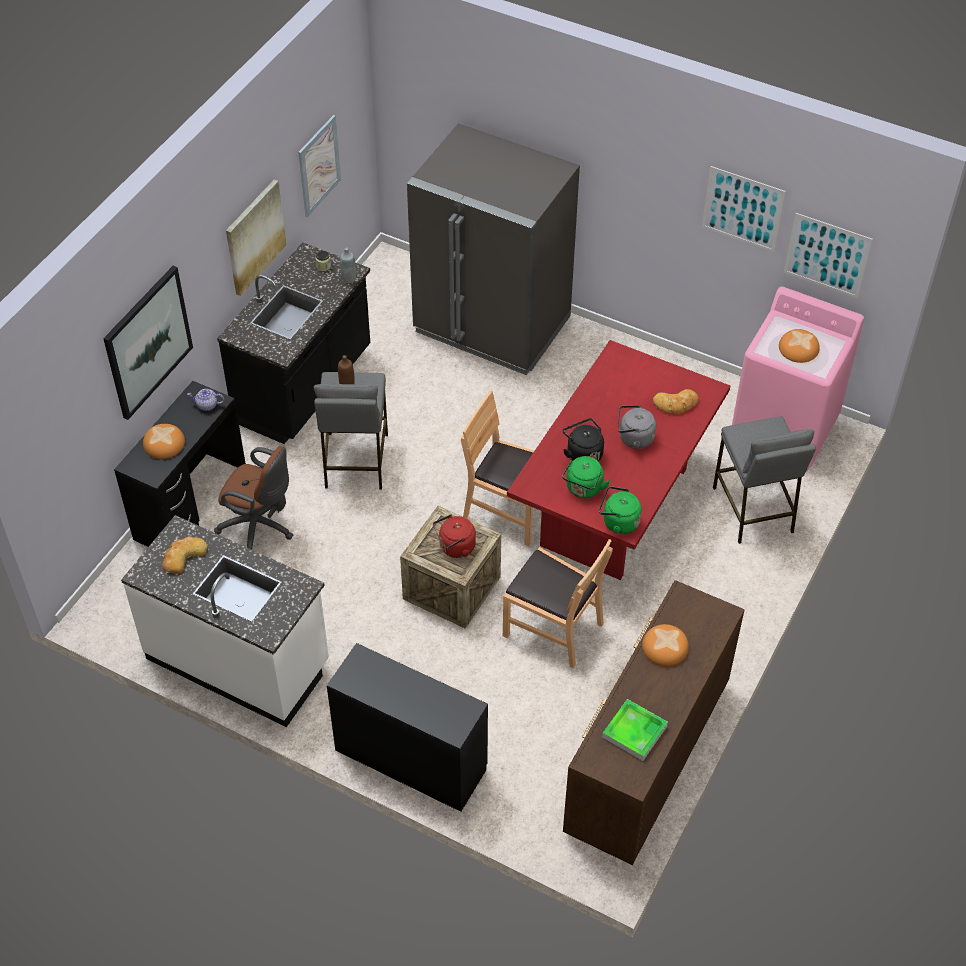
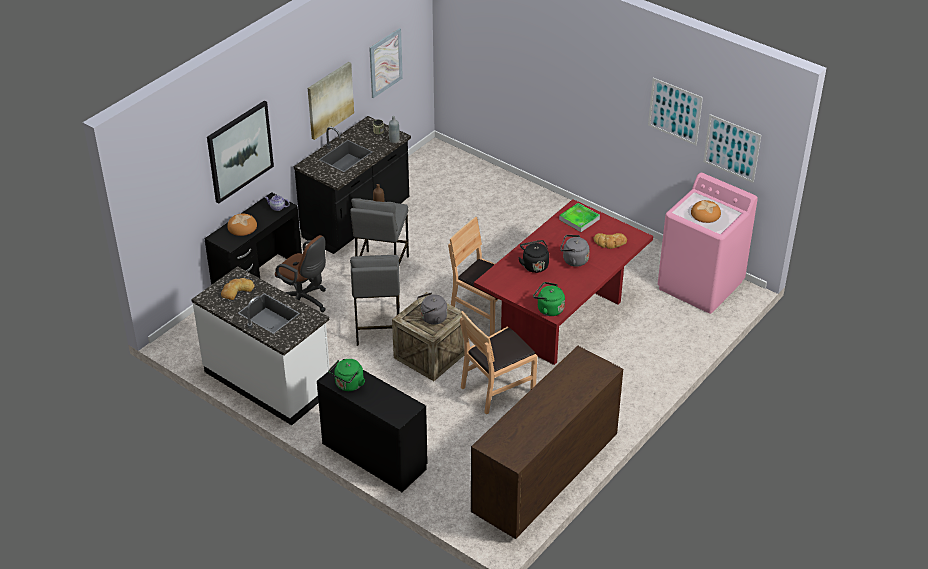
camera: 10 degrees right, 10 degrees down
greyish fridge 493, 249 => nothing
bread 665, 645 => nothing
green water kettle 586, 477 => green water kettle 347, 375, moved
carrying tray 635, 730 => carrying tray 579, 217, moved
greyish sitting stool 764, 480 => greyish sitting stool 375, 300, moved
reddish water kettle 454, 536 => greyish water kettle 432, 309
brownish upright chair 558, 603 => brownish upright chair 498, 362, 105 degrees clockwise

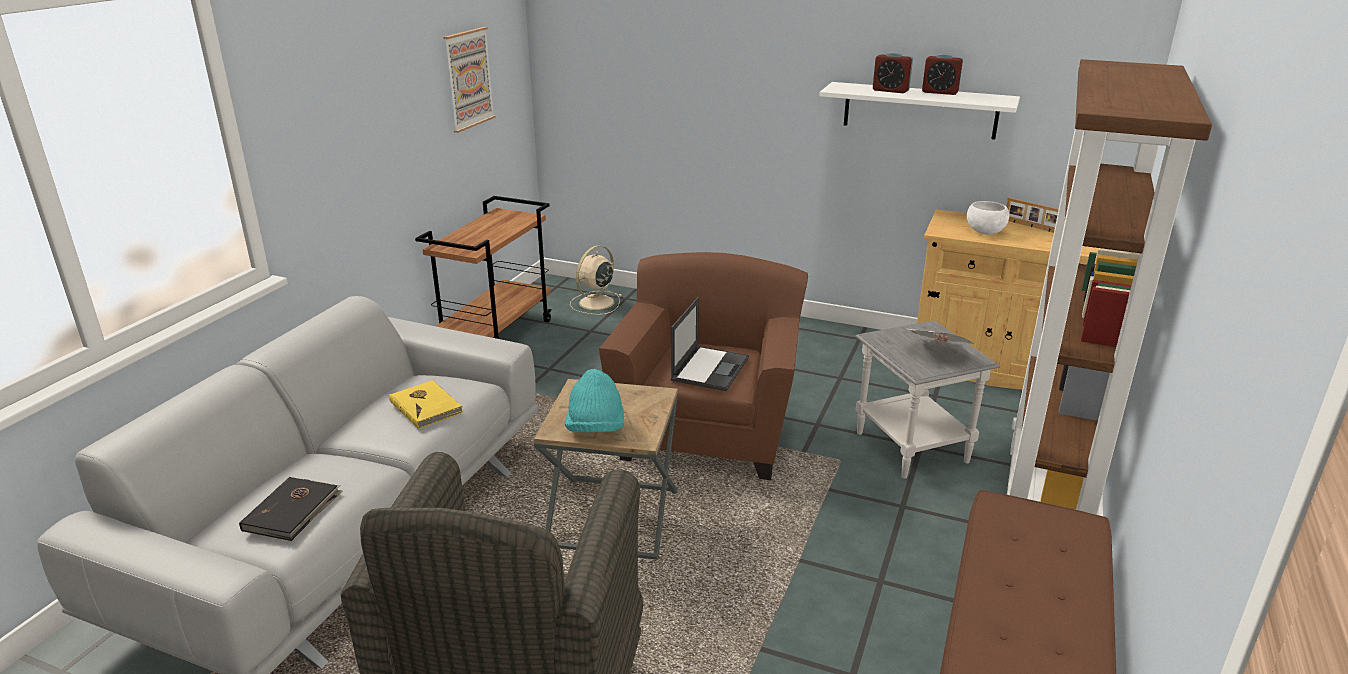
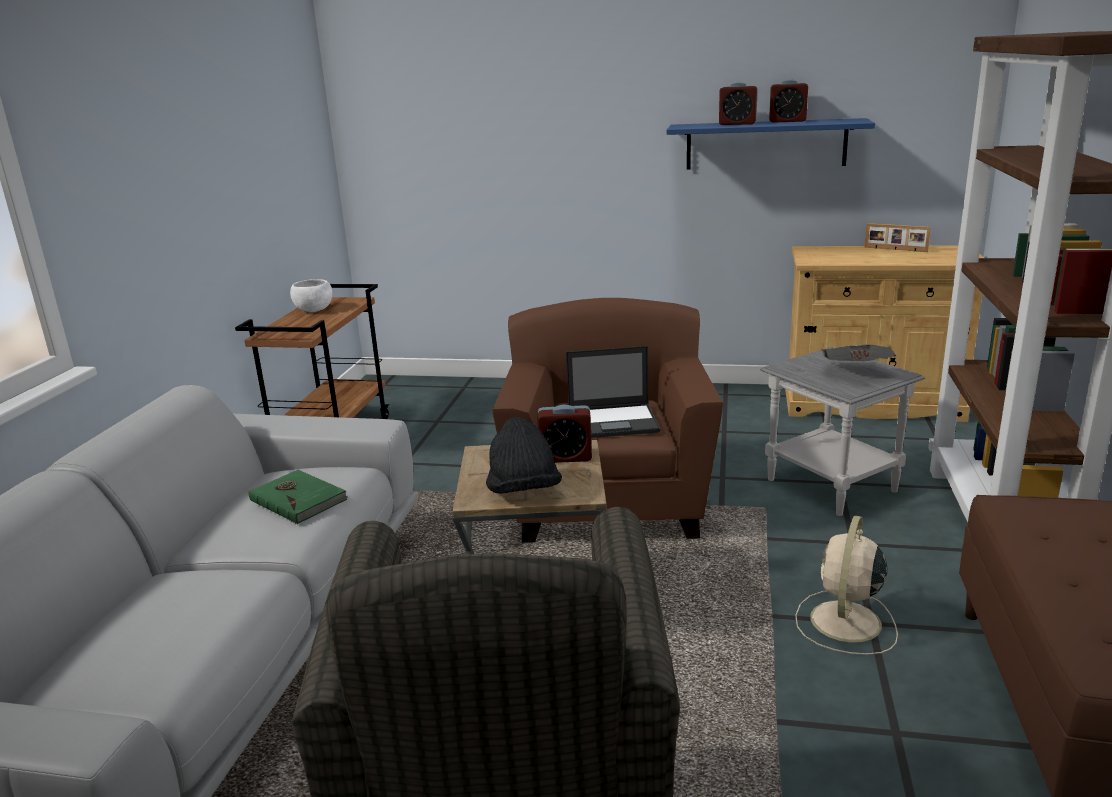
camera: 10 degrees left, 5 degrees down
black-coloured bound book 291, 509 => nothing
wall art 469, 80 => nothing
nothing => table clock 565, 434
beige-coloured electric fan 596, 280 => beige-coloured electric fan 846, 585, moved
white-coloured bowl 988, 218 => white-coloured bowl 311, 295, moved
yellow bound book 426, 404 => green bound book 298, 497
turquoise wearable hat 595, 400 => black-coloured wearable hat 524, 455
white-coloured shelf 919, 111 => blue shelf 771, 144
notebook computer 710, 344 => notebook computer 613, 392, 75 degrees clockwise

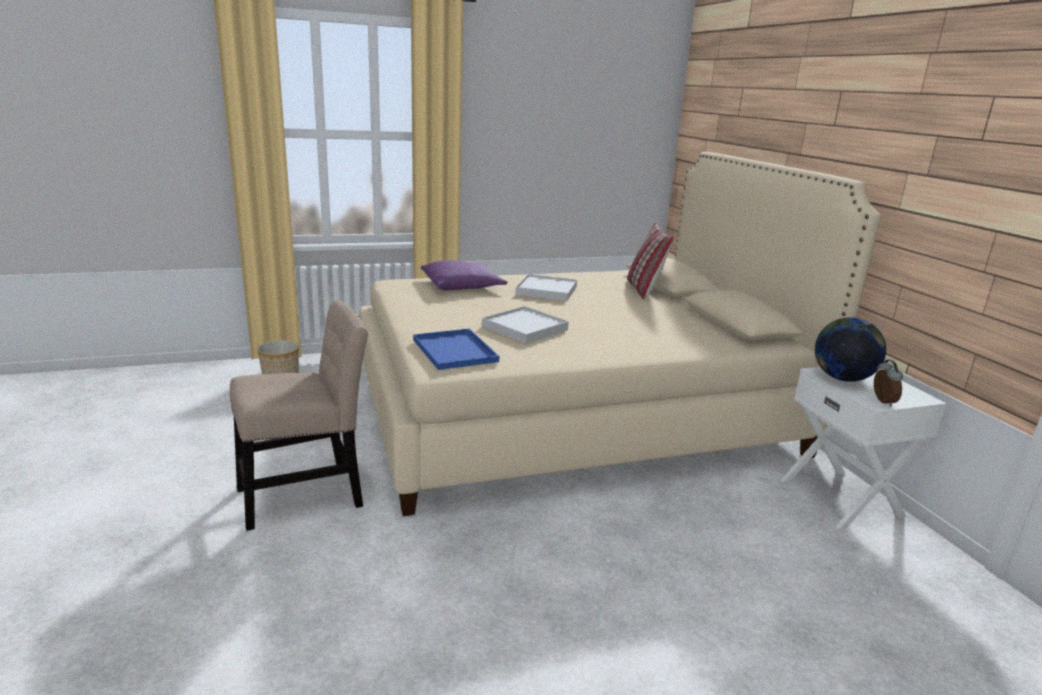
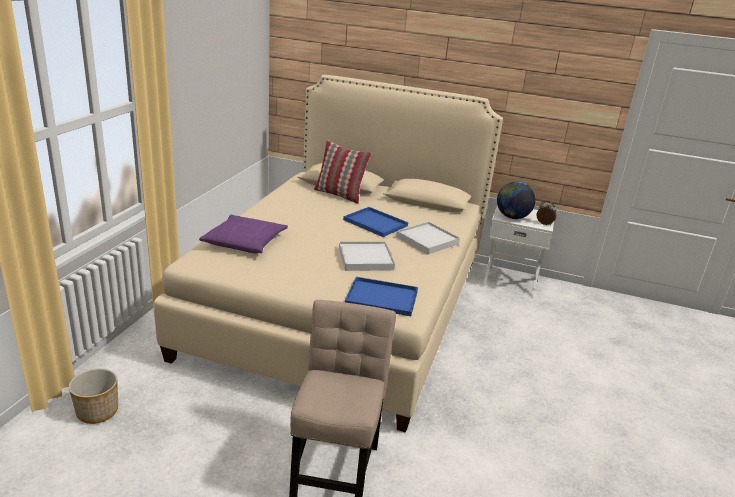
camera: 55 degrees left, 5 degrees up
nothing => blue carrying tray 375, 222
white-coloured carrying tray 546, 287 => white-coloured carrying tray 428, 238, moved

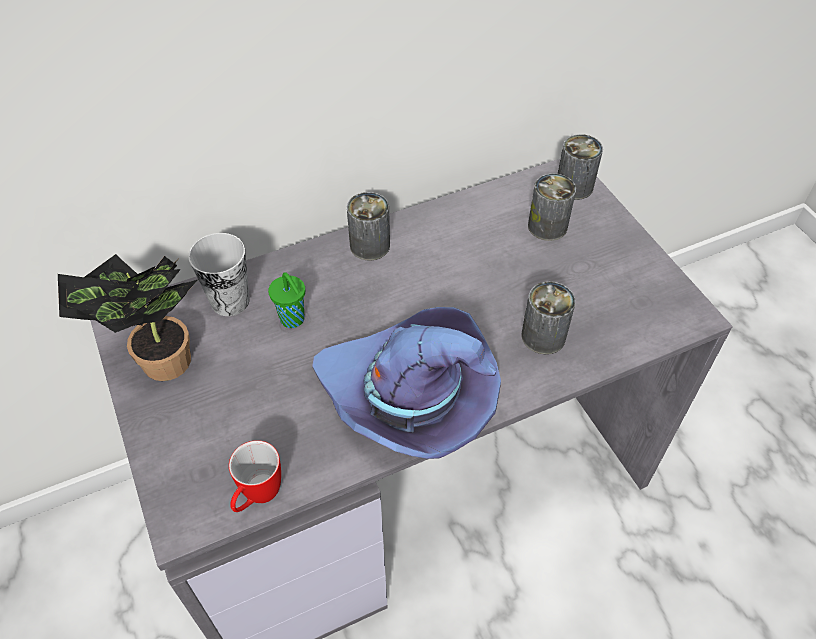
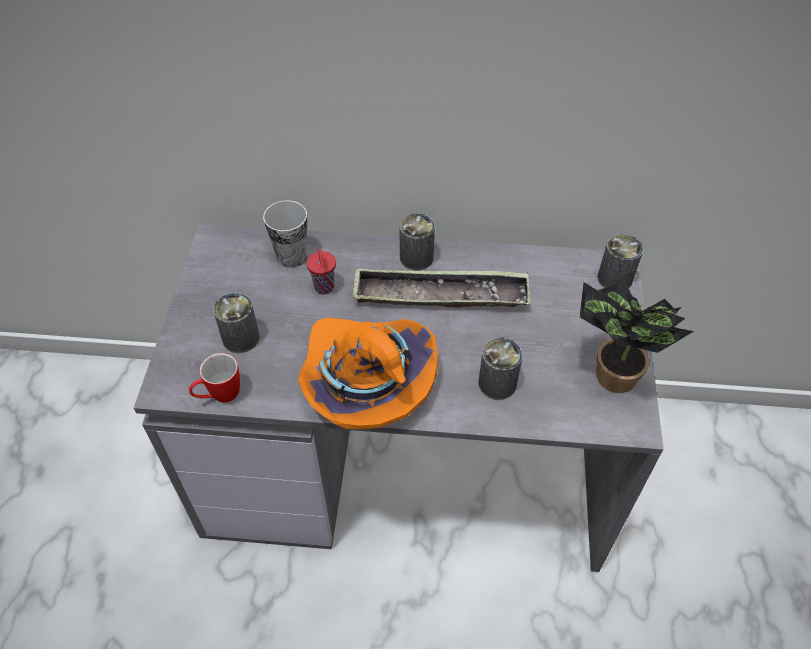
camera: 30 degrees right, 0 degrees up
nothing => carrying tray 441, 287
potted plant 127, 317 => potted plant 637, 337, moved
can 552, 207 => can 236, 323, moved
green cup 286, 300 => reddish cup 321, 271
purple-coloured wearable hat 406, 383 => orange-coloured wearable hat 368, 373

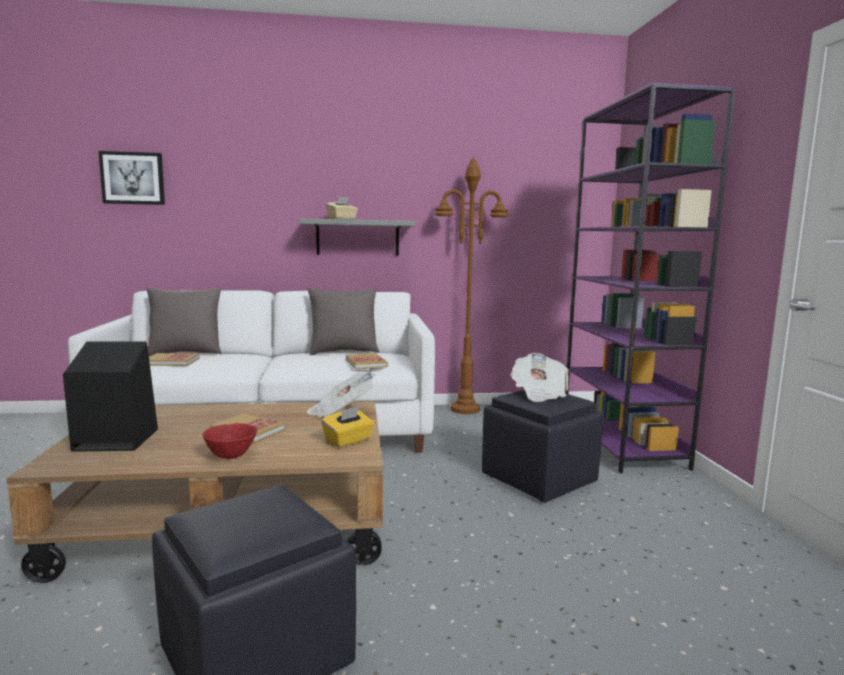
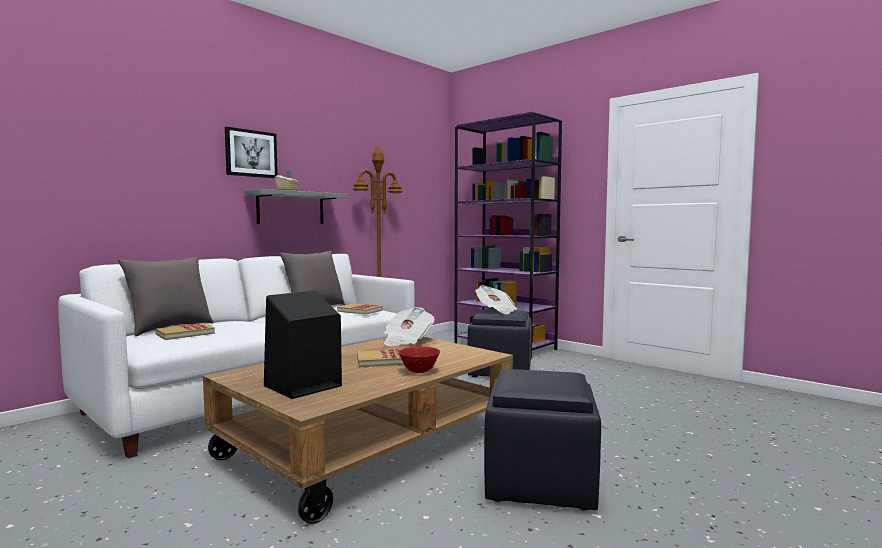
camera: 40 degrees left, 5 degrees down
yellow tissue holder 347, 427 => nothing
wall art 131, 178 => wall art 251, 152, moved

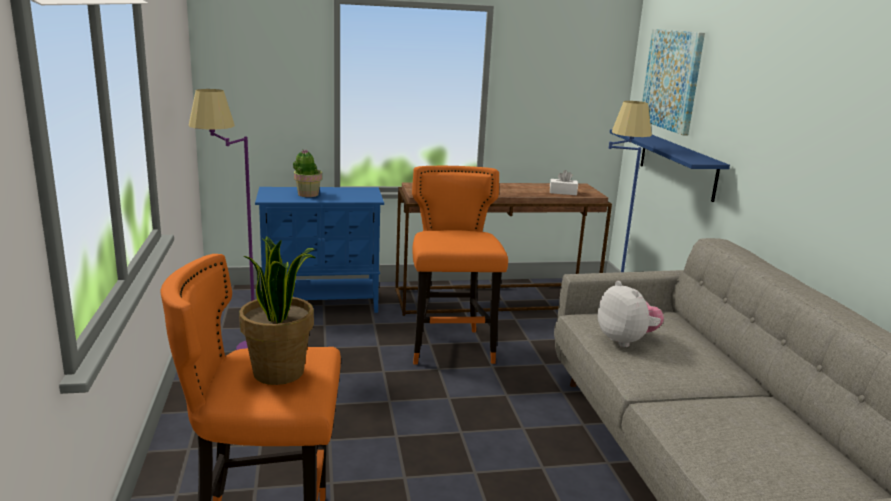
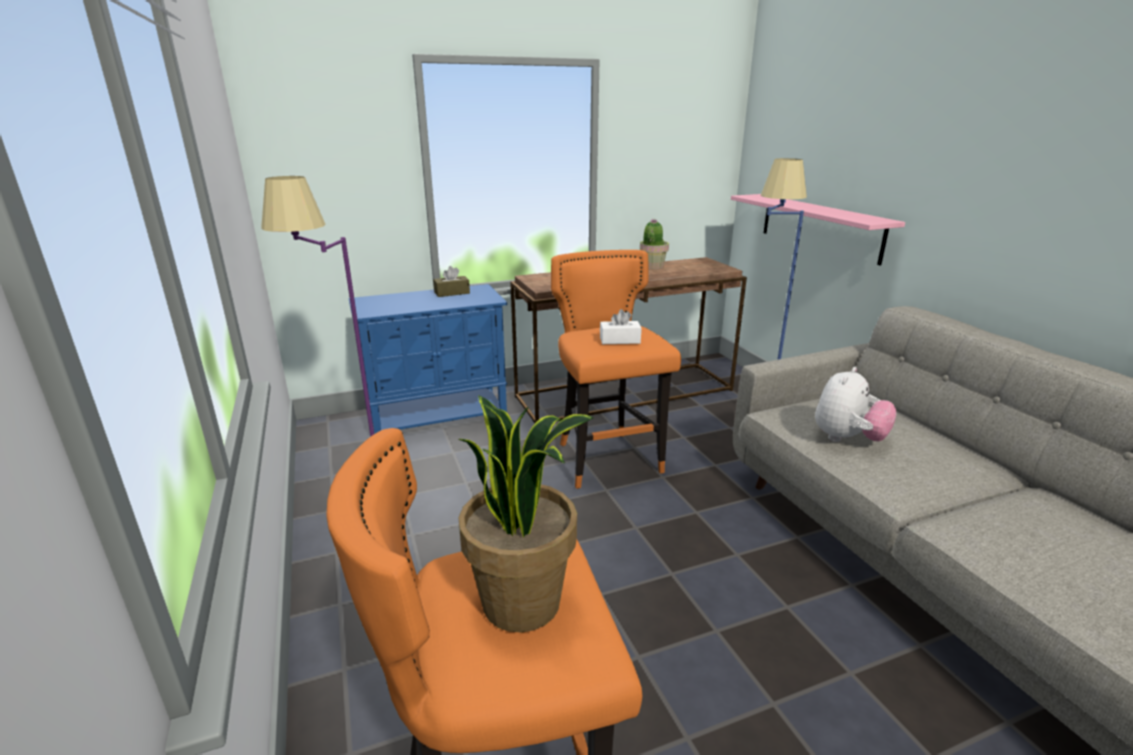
camera: 10 degrees left, 5 degrees up
wall art 673, 82 => nothing
nothing => brownish tissue holder 451, 281
potted plant 307, 173 => potted plant 654, 244, moved
white-coloured tissue holder 564, 182 => white-coloured tissue holder 620, 326, moved
blue shelf 670, 165 => pink shelf 818, 230
soft toy 630, 314 => soft toy 856, 404, 75 degrees clockwise

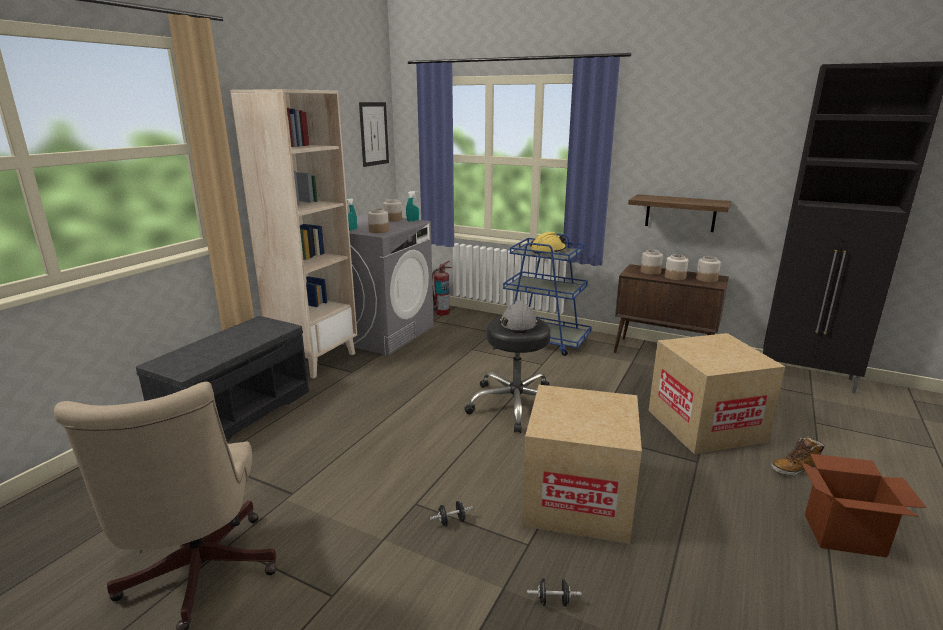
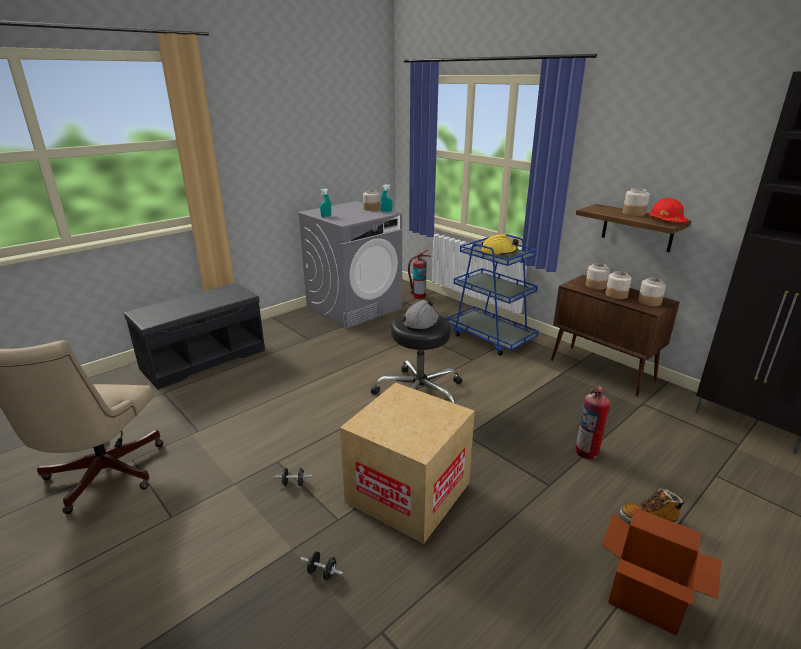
camera: 20 degrees right, 5 degrees up
beige-coloured shelving unit 293, 234 => nothing
wall art 374, 134 => nothing
nothing => reddish safety helmet 668, 210
jar 378, 220 => jar 636, 202, moved
packing box 716, 393 => extinguisher 592, 422

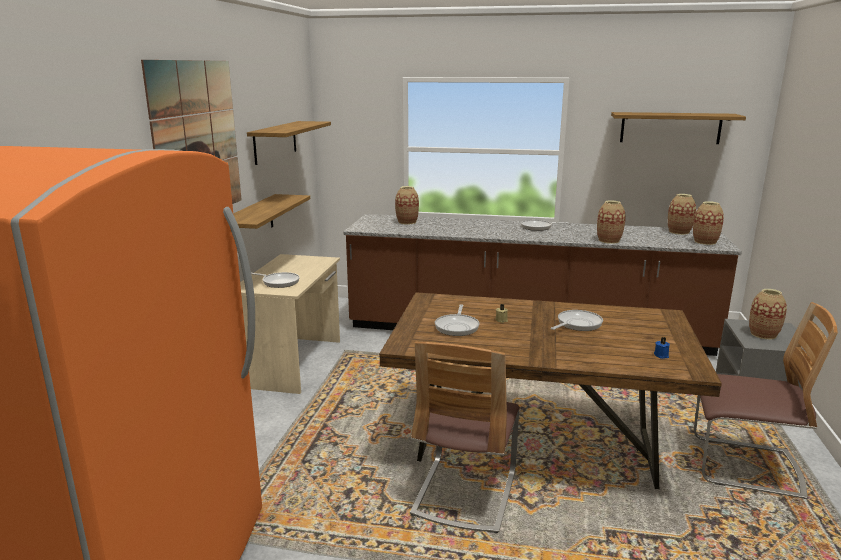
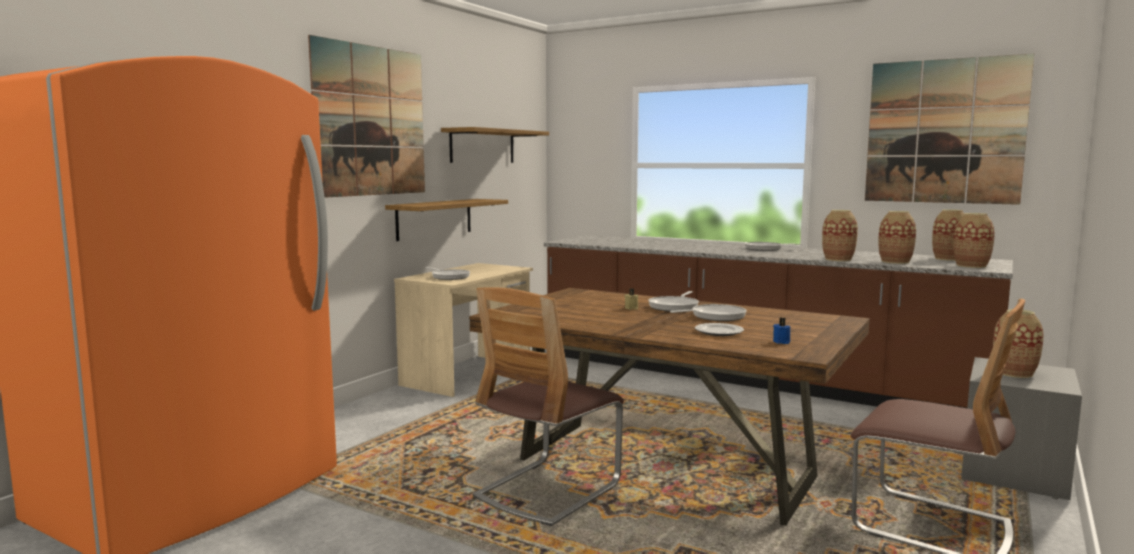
camera: 20 degrees right, 10 degrees down
nothing => dinner plate 719, 329
flower vase 407, 205 => flower vase 897, 237, moved
pan 457, 320 => pan 673, 301, moved
shelf 678, 128 => wall art 949, 129

